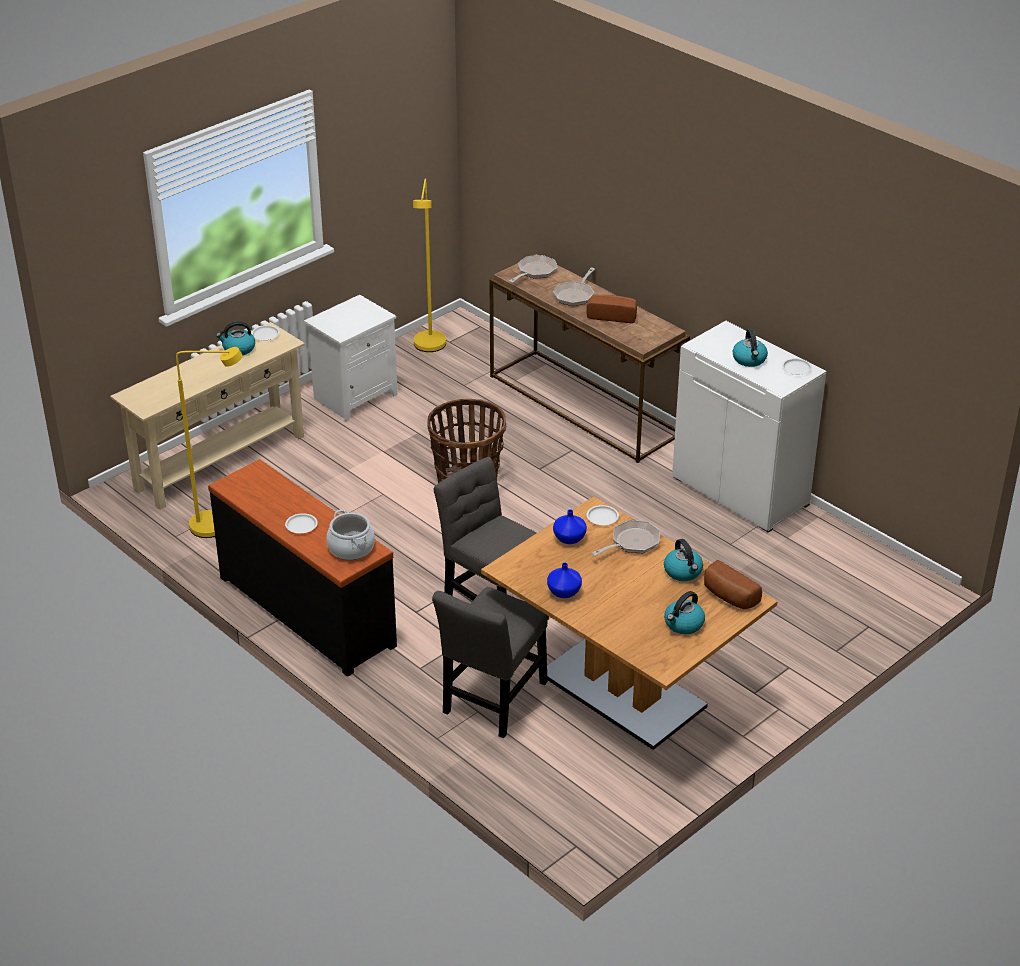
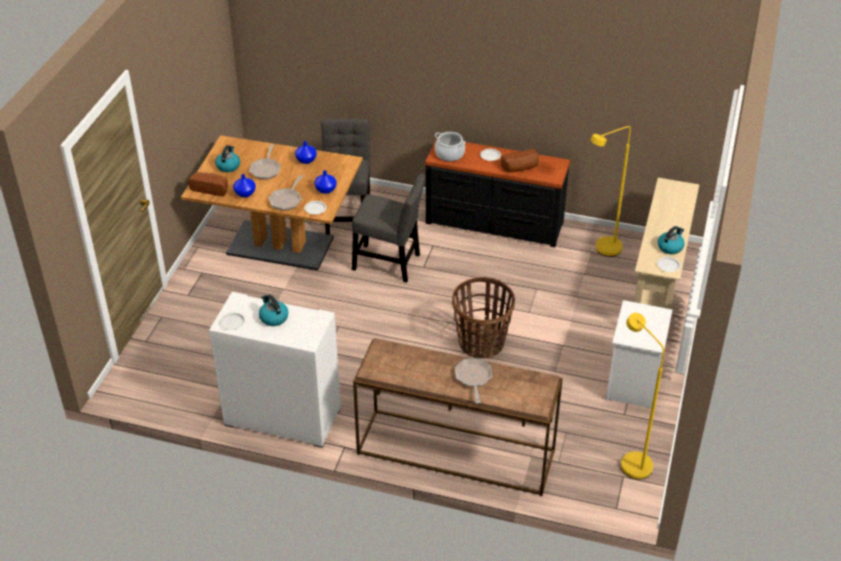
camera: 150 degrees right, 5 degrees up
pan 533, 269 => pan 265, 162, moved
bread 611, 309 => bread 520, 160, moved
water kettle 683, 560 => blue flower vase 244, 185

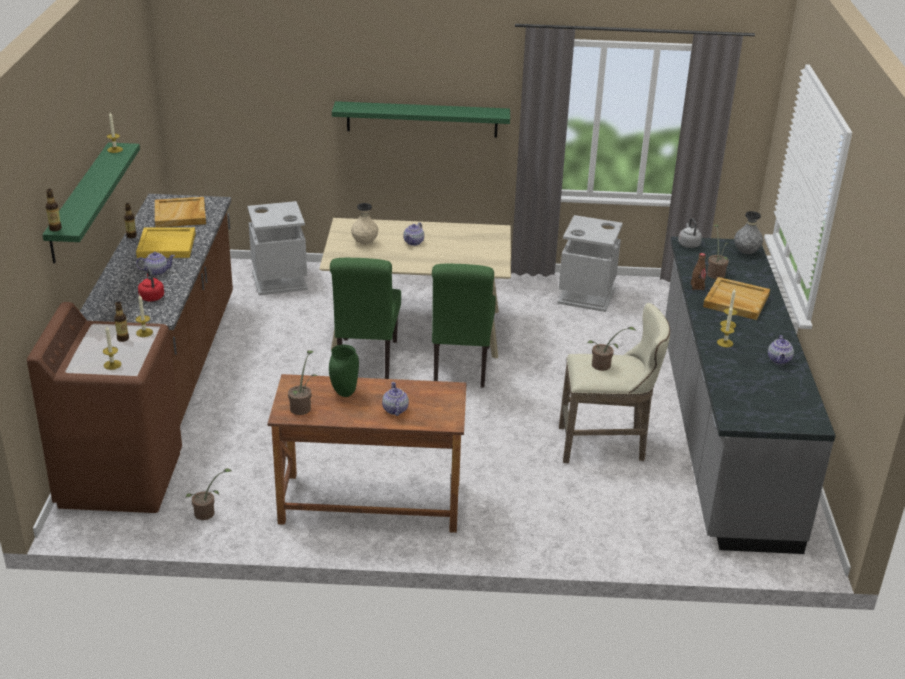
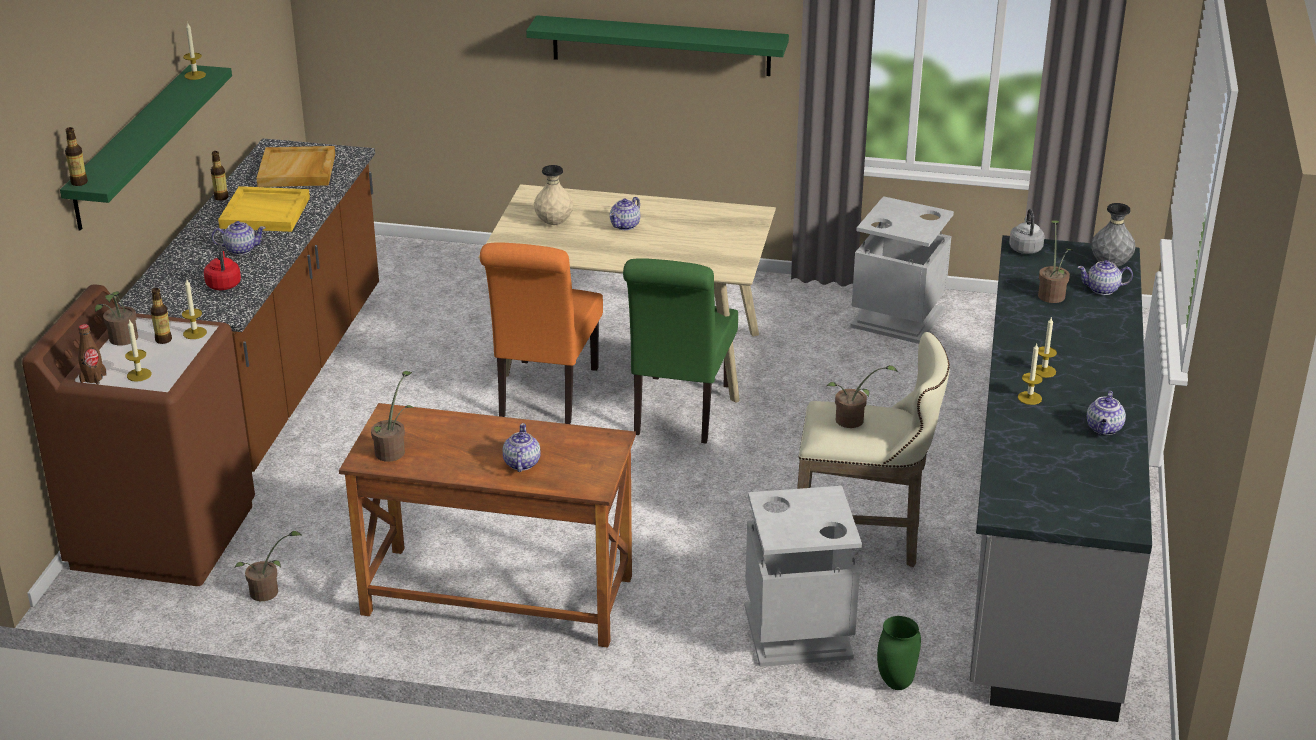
camera: 10 degrees right, 0 degrees up
beige-coloured carrying tray 736, 298 => nothing
nothing => potted plant 116, 318
nothing => tea pot 1105, 277
greyish waste bin 277, 248 => greyish waste bin 803, 576, moved
green flower vase 344, 371 => green flower vase 899, 653, moved
brownish beverage bottle 698, 272 => brownish beverage bottle 92, 354, moved
green upright chair 365, 318 => orange-coloured upright chair 541, 333

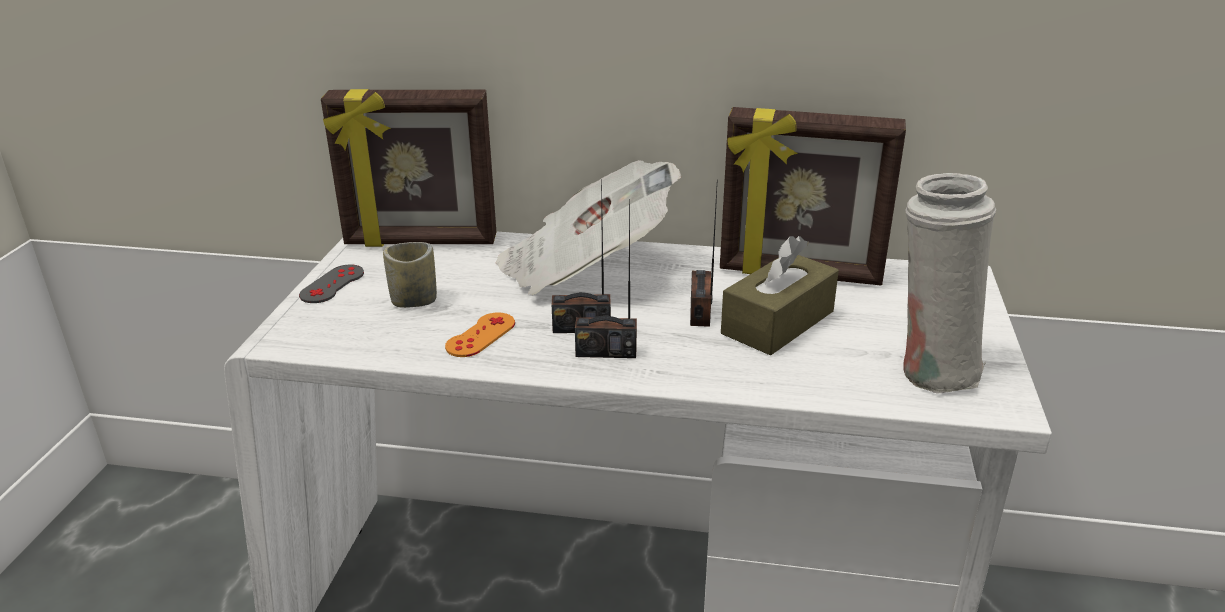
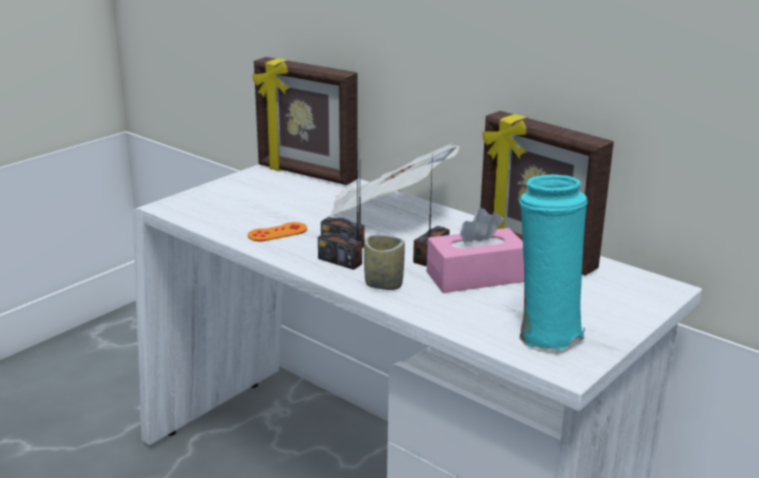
camera: 30 degrees right, 5 degrees down
greyish game controller 331, 283 => nothing
cup 410, 275 => cup 384, 262, moved
brownish tissue holder 780, 296 => pink tissue holder 475, 250
white-coloured flower vase 949, 283 => turquoise flower vase 553, 262

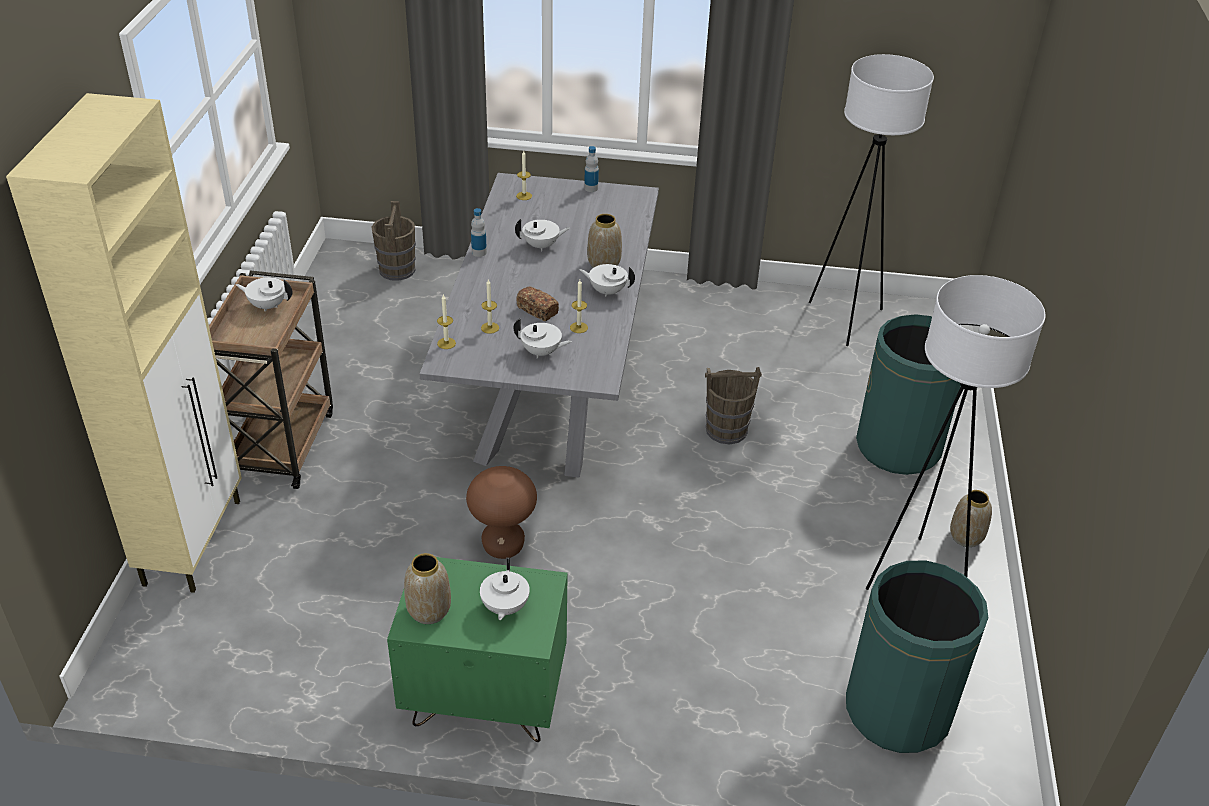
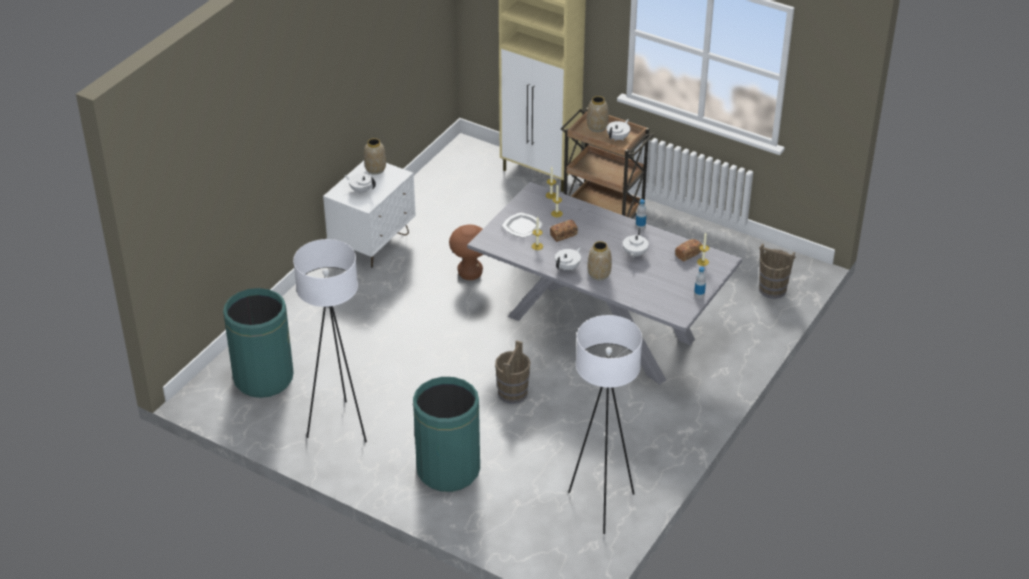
camera: 115 degrees right, 0 degrees up
nothing => bread 688, 250
flower vase 971, 518 => flower vase 598, 114, moved
white-coloured tea pot 543, 338 => dinner plate 522, 225
green night table 477, 648 => white-coloured night table 369, 214

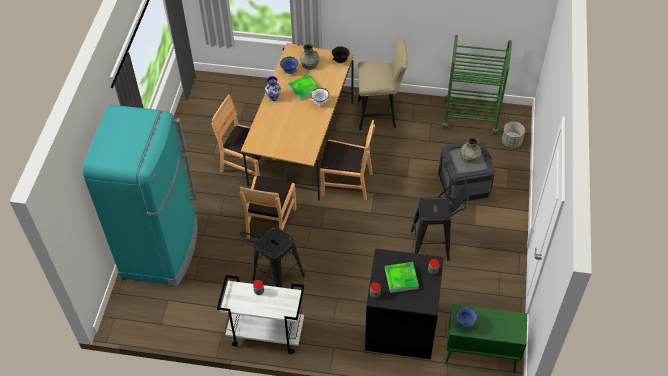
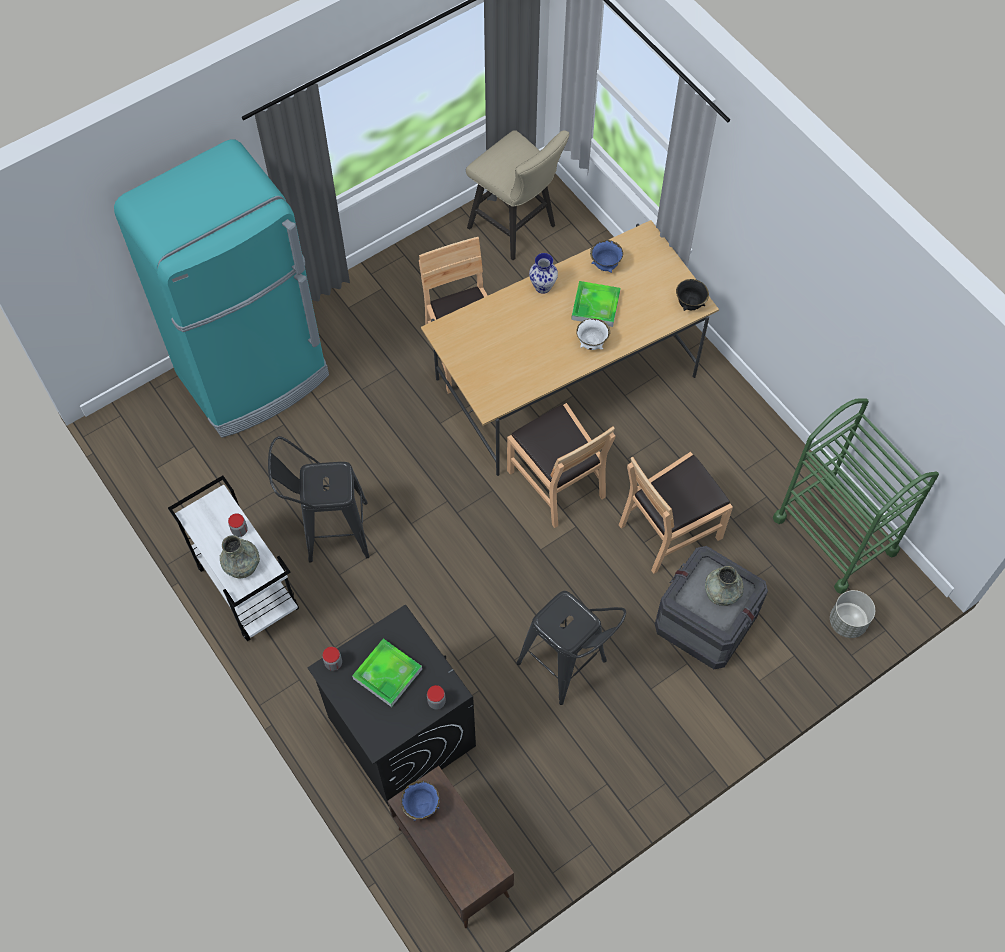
camera: 45 degrees right, 10 degrees up
brownish upright chair 268, 207 => brownish upright chair 676, 513, moved
greyish flower vase 310, 56 => greyish flower vase 240, 556, moved
beige-coloured sitting stool 383, 84 => beige-coloured sitting stool 517, 195, moved
green storage cabinet 486, 338 => brownish storage cabinet 451, 847

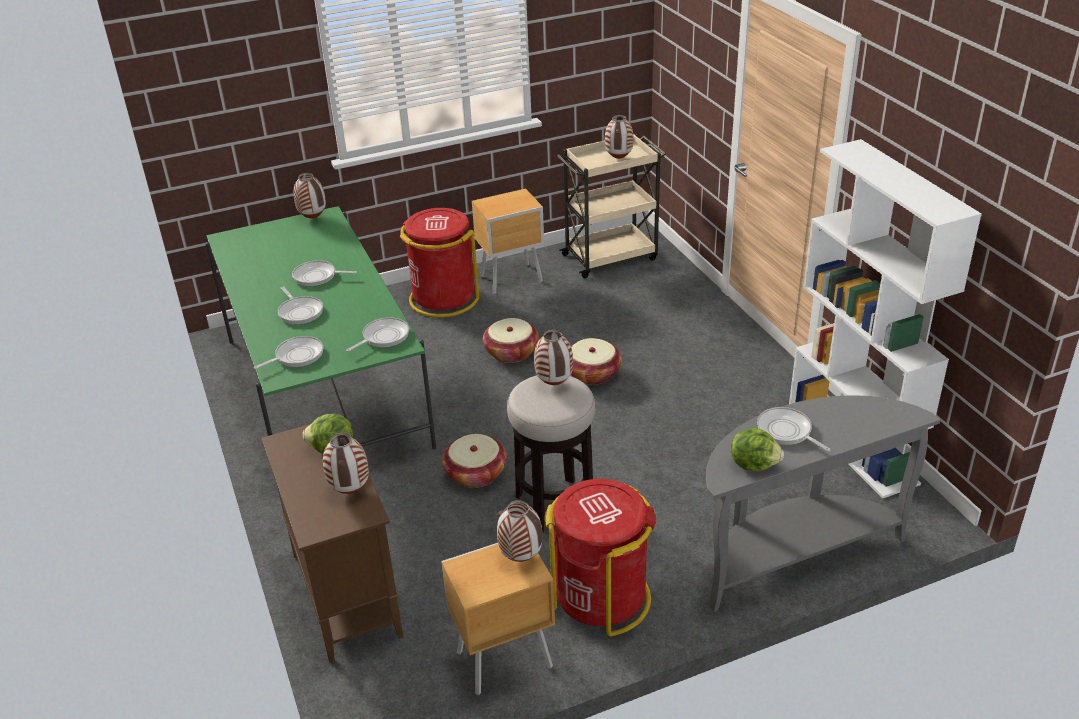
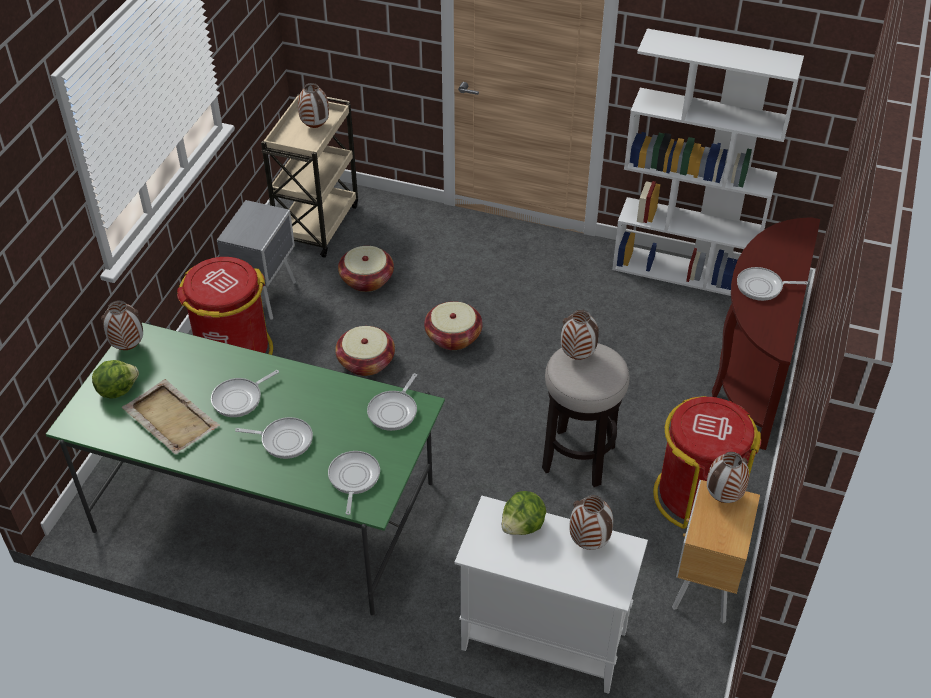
camera: 50 degrees left, 10 degrees up
nothing => beige-coloured carrying tray 171, 416
household basket 474, 461 => household basket 366, 269, moved
lettuce head 757, 449 => lettuce head 115, 379, moved
brownish storage cabinet 332, 543 => white-coloured storage cabinet 551, 595
brownish night table 508, 241 => greyish night table 256, 260
greyish console table 823, 503 => brownish console table 766, 333
pan 377, 334 => pan 392, 402, 150 degrees counterclockwise

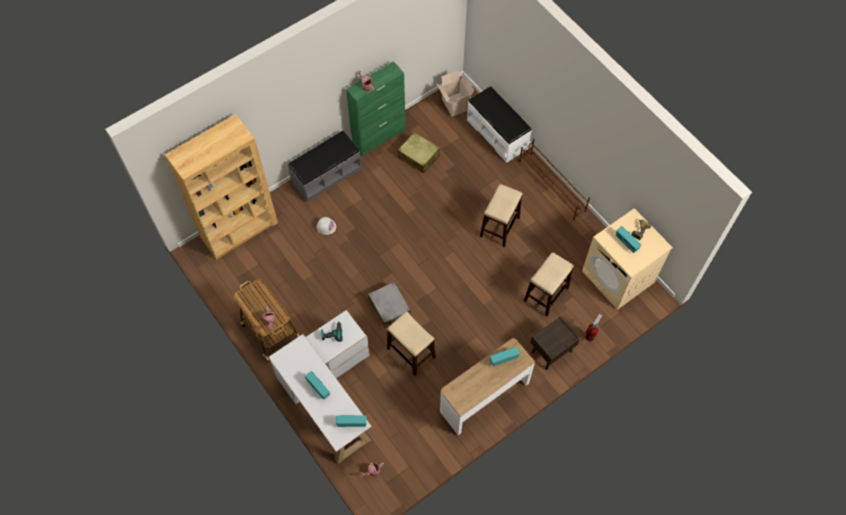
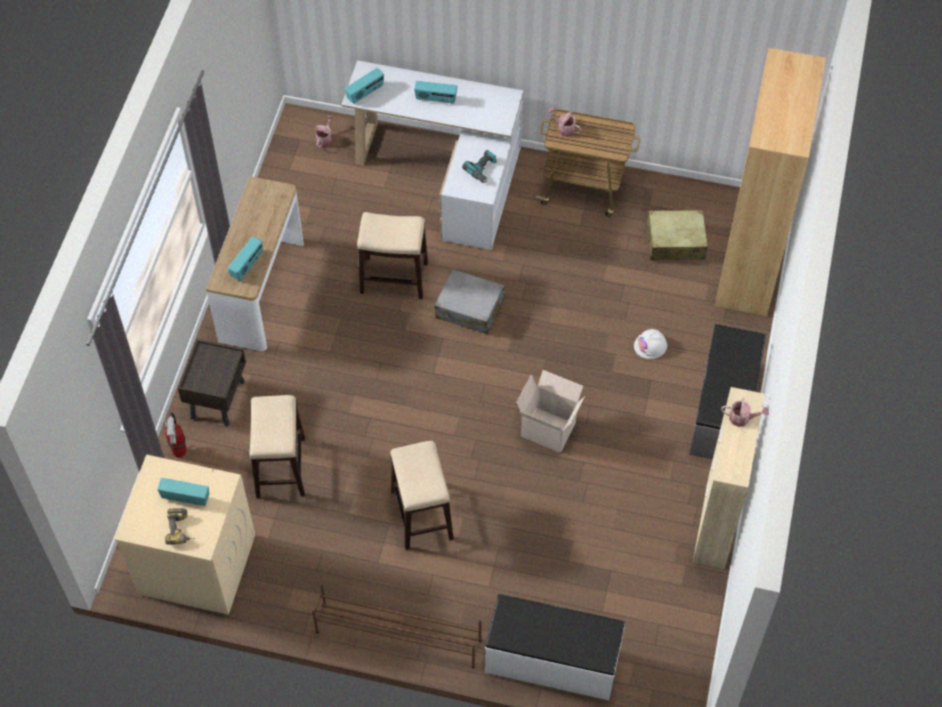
camera: 140 degrees right, 5 degrees down
beige-coloured suitcase 419, 152 => beige-coloured suitcase 676, 235, moved
packing box 455, 93 => packing box 550, 411, moved
green storage cabinet 376, 108 => beige-coloured storage cabinet 728, 478

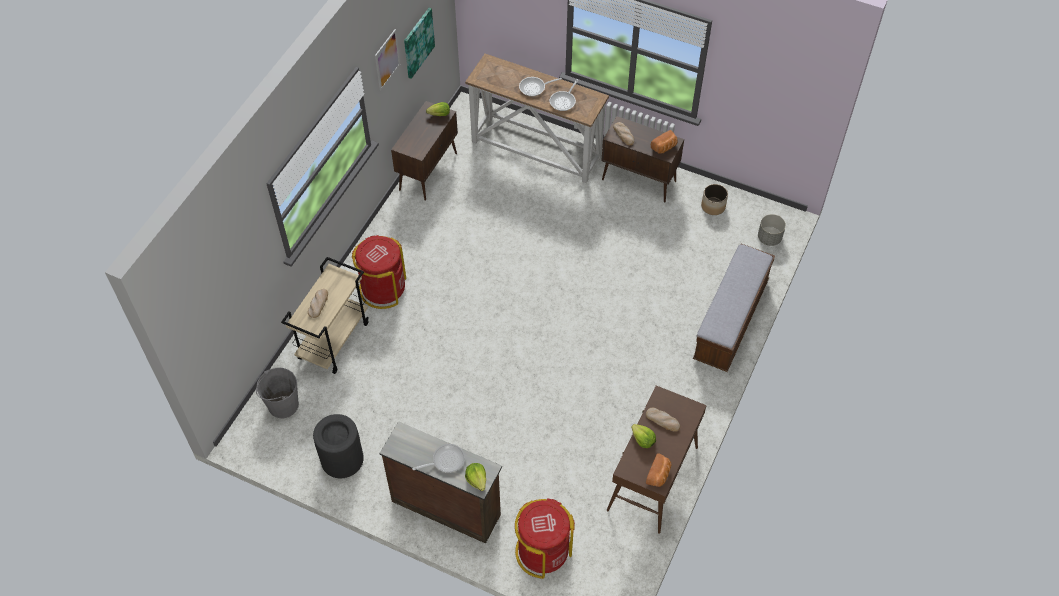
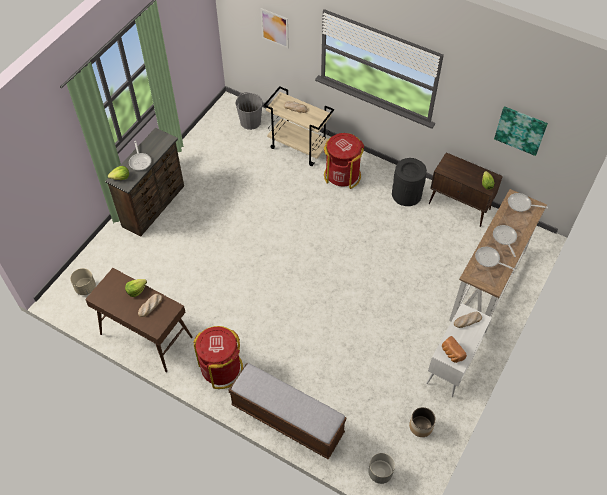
camera: 95 degrees right, 0 degrees up
bread 659, 470 => nothing
nothing => beige-coloured plant pot 83, 281
nothing => pan 528, 202
black-coloured waste bin 338, 446 => black-coloured waste bin 409, 182, moved
wall art 387, 59 => wall art 275, 28, moved
reddish waste bin 545, 538 => reddish waste bin 218, 357, moved
brownish storage cabinet 642, 159 => white-coloured storage cabinet 459, 350

